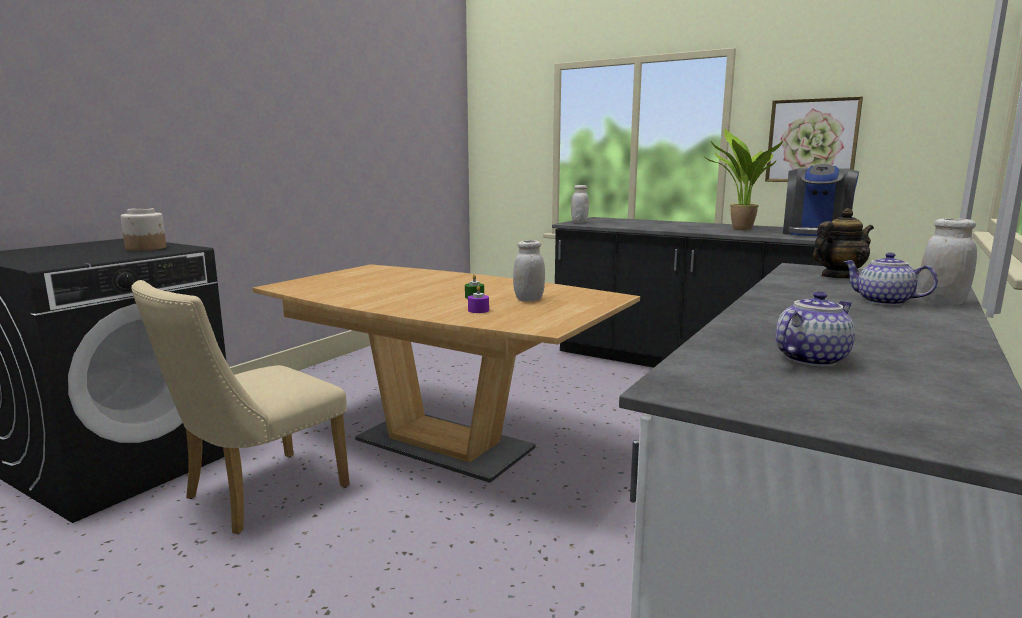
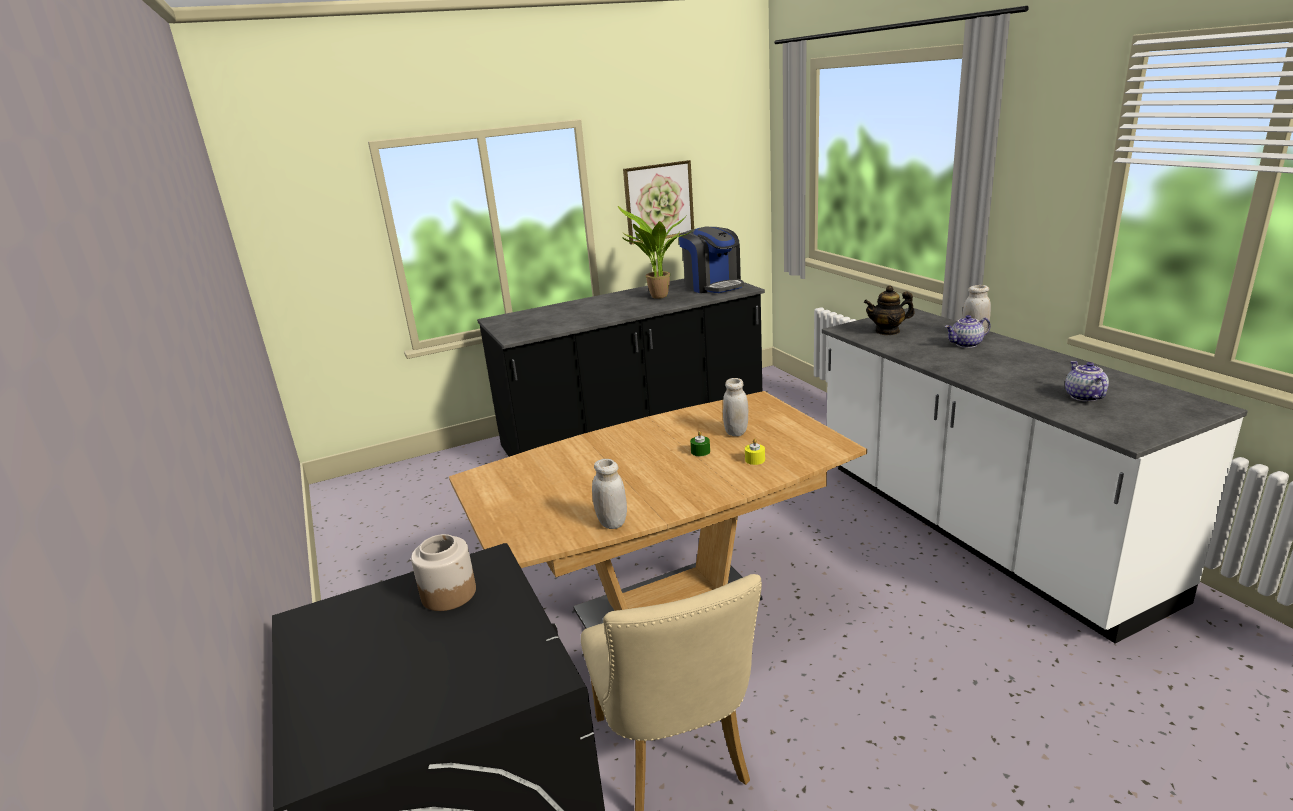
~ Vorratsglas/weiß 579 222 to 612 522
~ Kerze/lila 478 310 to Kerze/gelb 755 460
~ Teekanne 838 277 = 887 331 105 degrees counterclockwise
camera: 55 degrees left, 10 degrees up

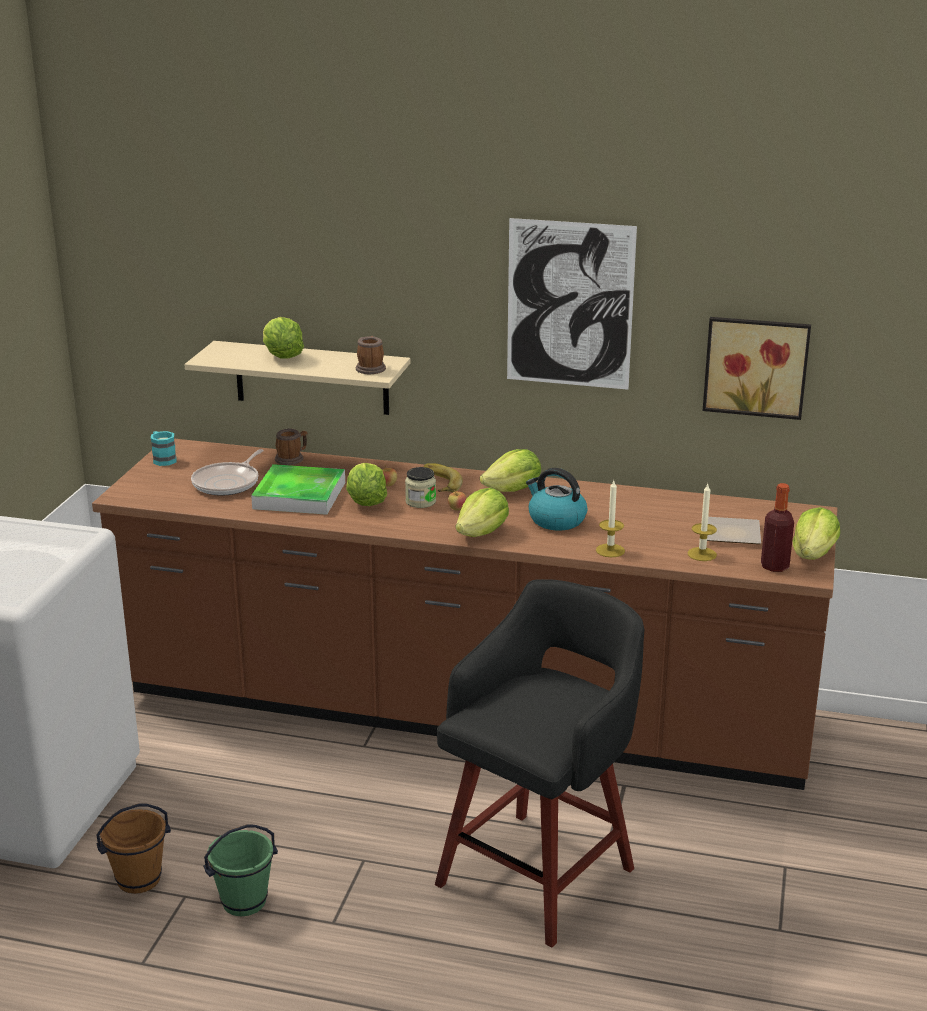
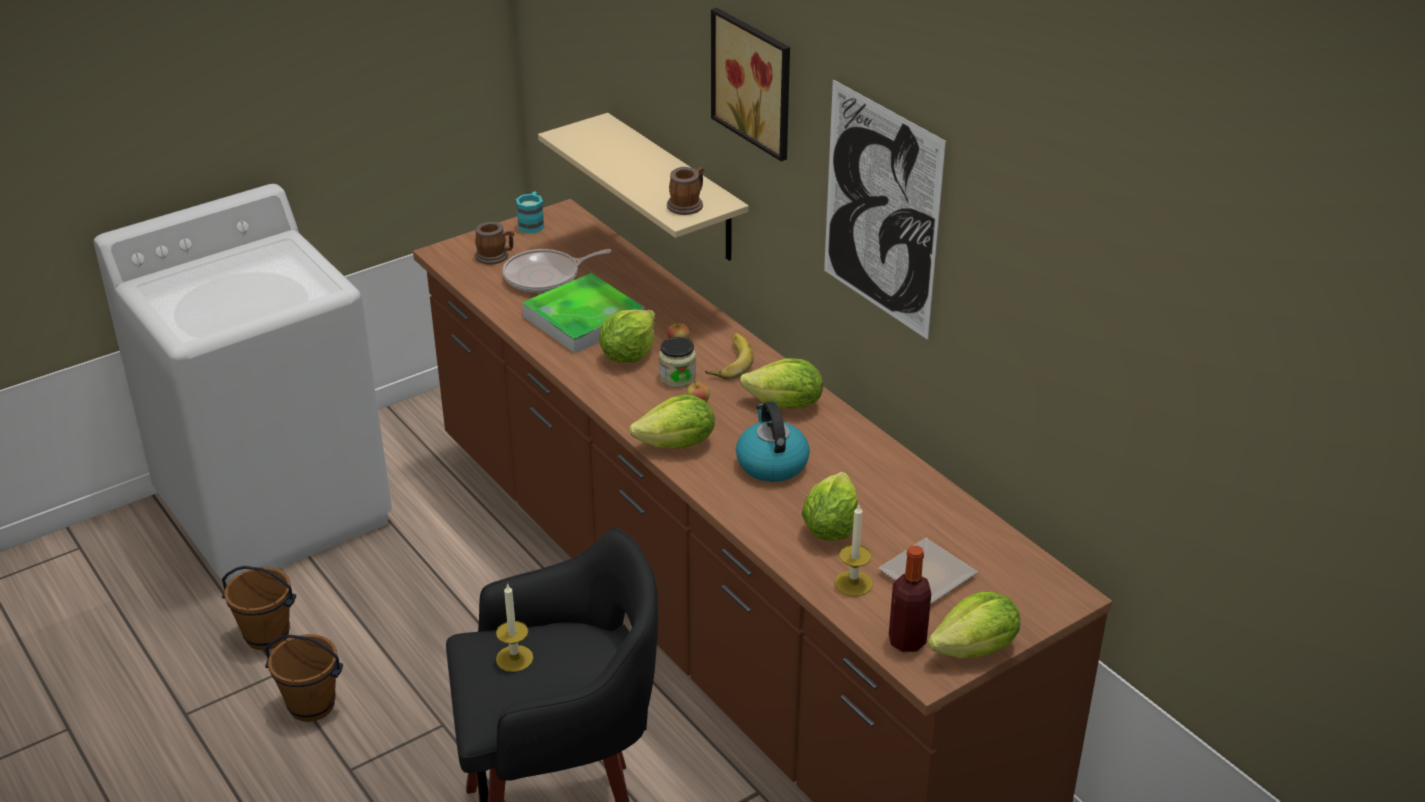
~ Salatkopf 282 356 to 830 527
~ Henkelbecher 292 459 to 495 256
~ Kerze 610 550 to 514 658
~ Bild 756 366 to 756 81
~ Eimer/grün 244 901 to Eimer/braun 312 705
camera: 40 degrees right, 10 degrees up

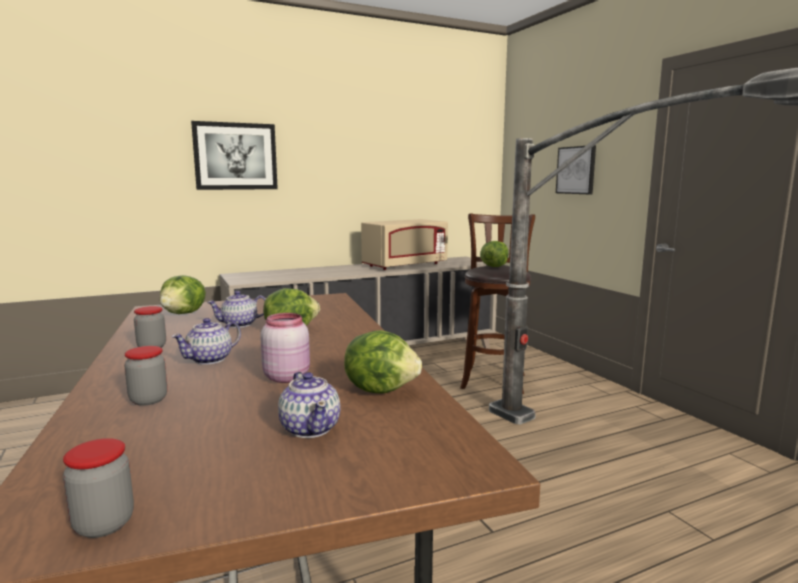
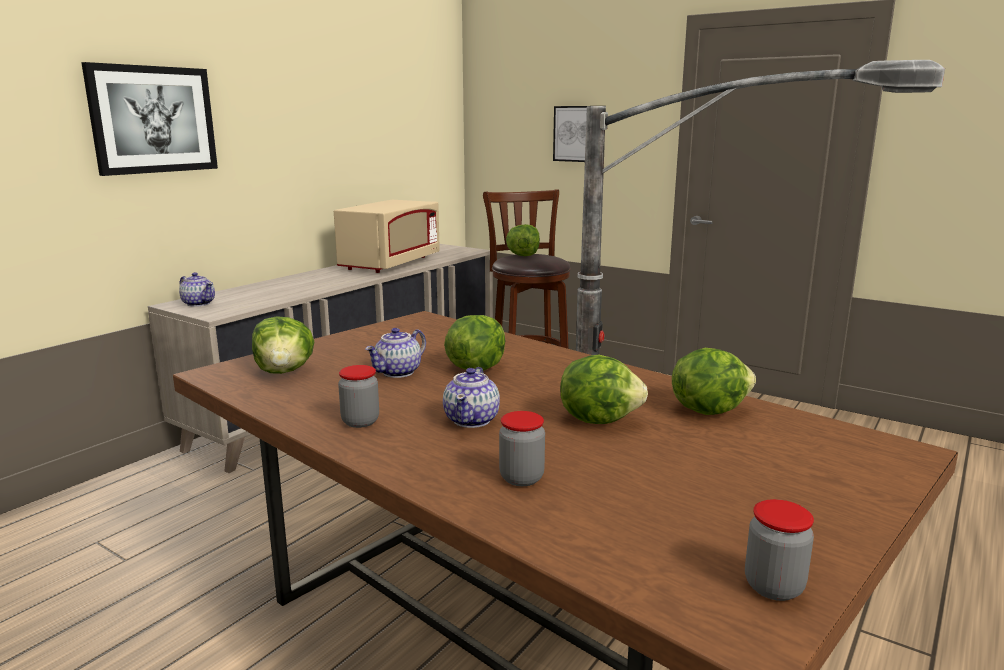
~ Teekanne 310 428 to 198 303
~ Vorratsglas/rosa 287 377 to Salatkopf 599 419
camera: 30 degrees left, 5 degrees up

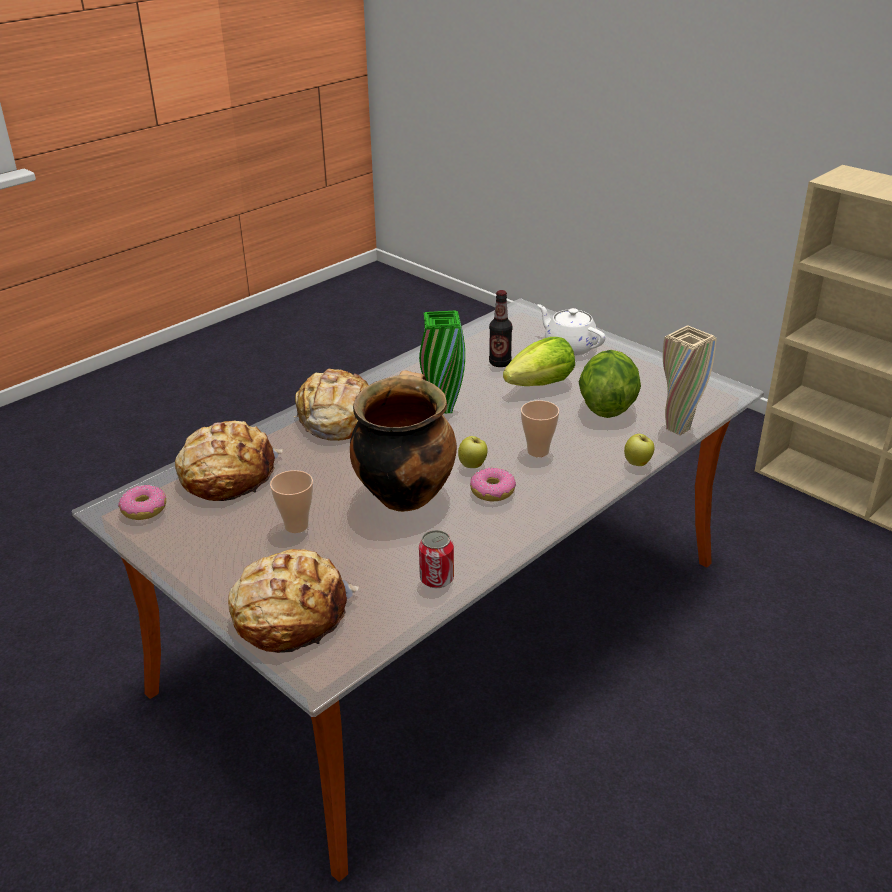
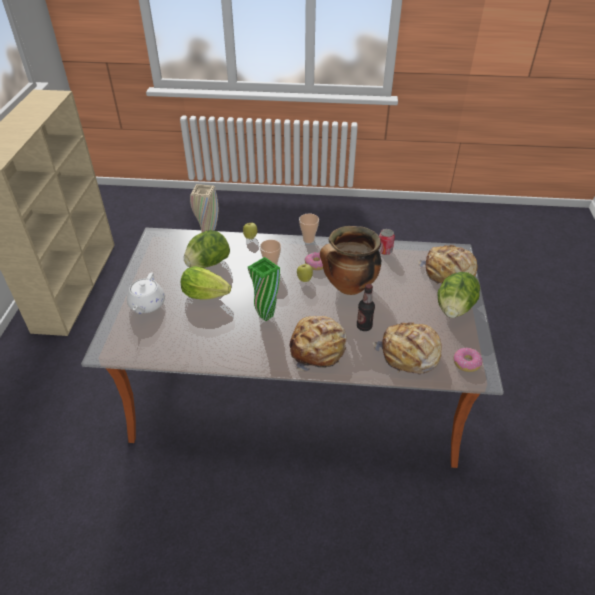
+ Salatkopf 454 309
~ Tasse 296 526 to 308 239
~ Flasche 500 363 to 364 326
camera: 130 degrees left, 10 degrees up

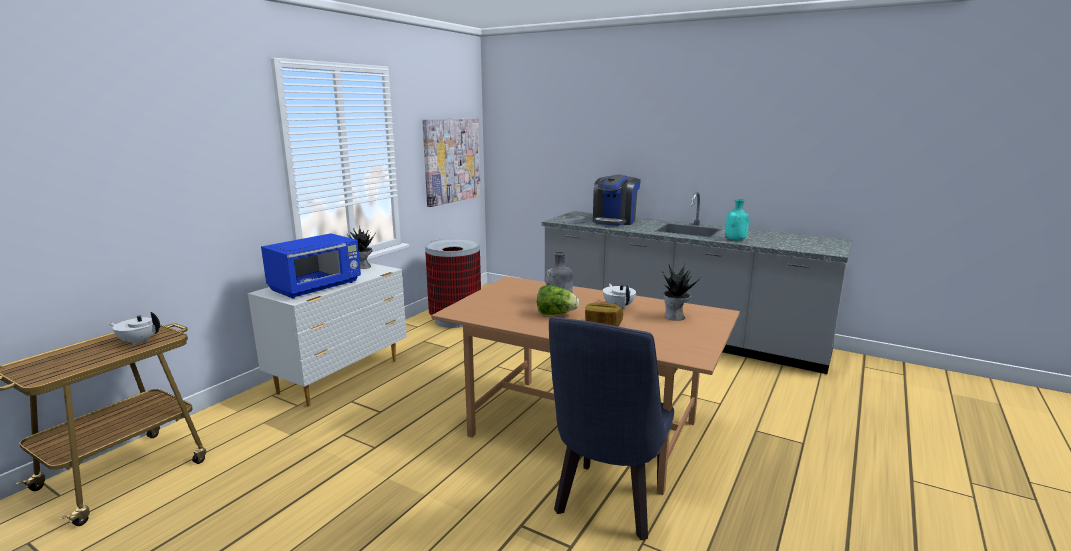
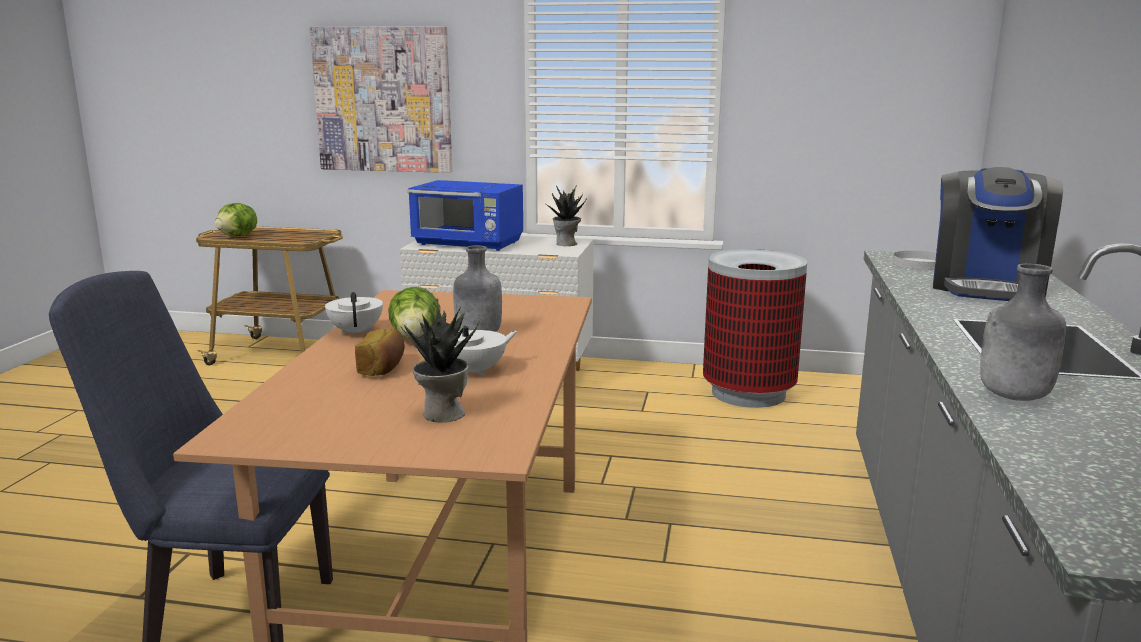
+ Salatkopf 238 236
~ Teekanne/weiß 138 341 to 356 332
~ Bild 451 160 to 383 100
~ Flasche/türkis 735 240 to Flasche/grau 1014 397
~ Kaffeemaschine 614 221 = 986 287 75 degrees counterclockwise
camera: 70 degrees right, 0 degrees up

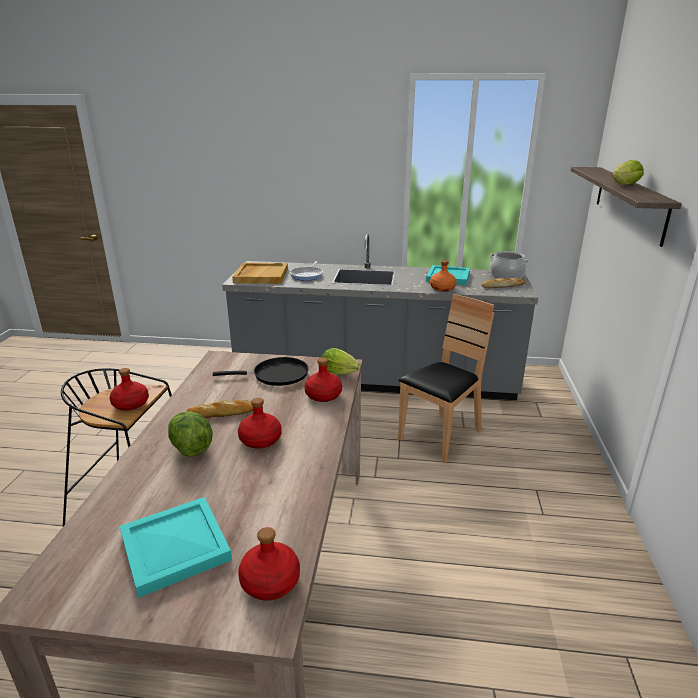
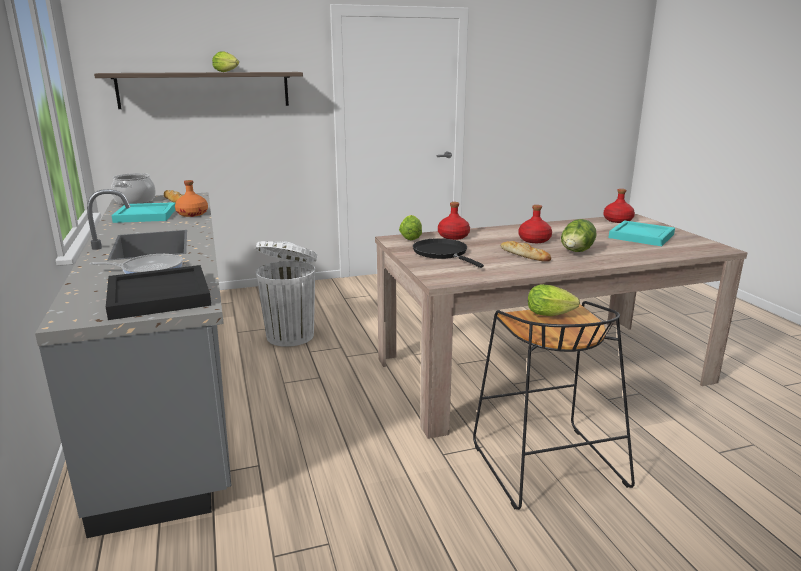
~ Flasche/rot 131 404 to Salatkopf 552 315
~ Stuhl/braun 440 436 to Mülleimer/weiß 291 335
~ Tablett/beige 261 275 to Tablett/schwarz 158 296
camera: 115 degrees left, 5 degrees down

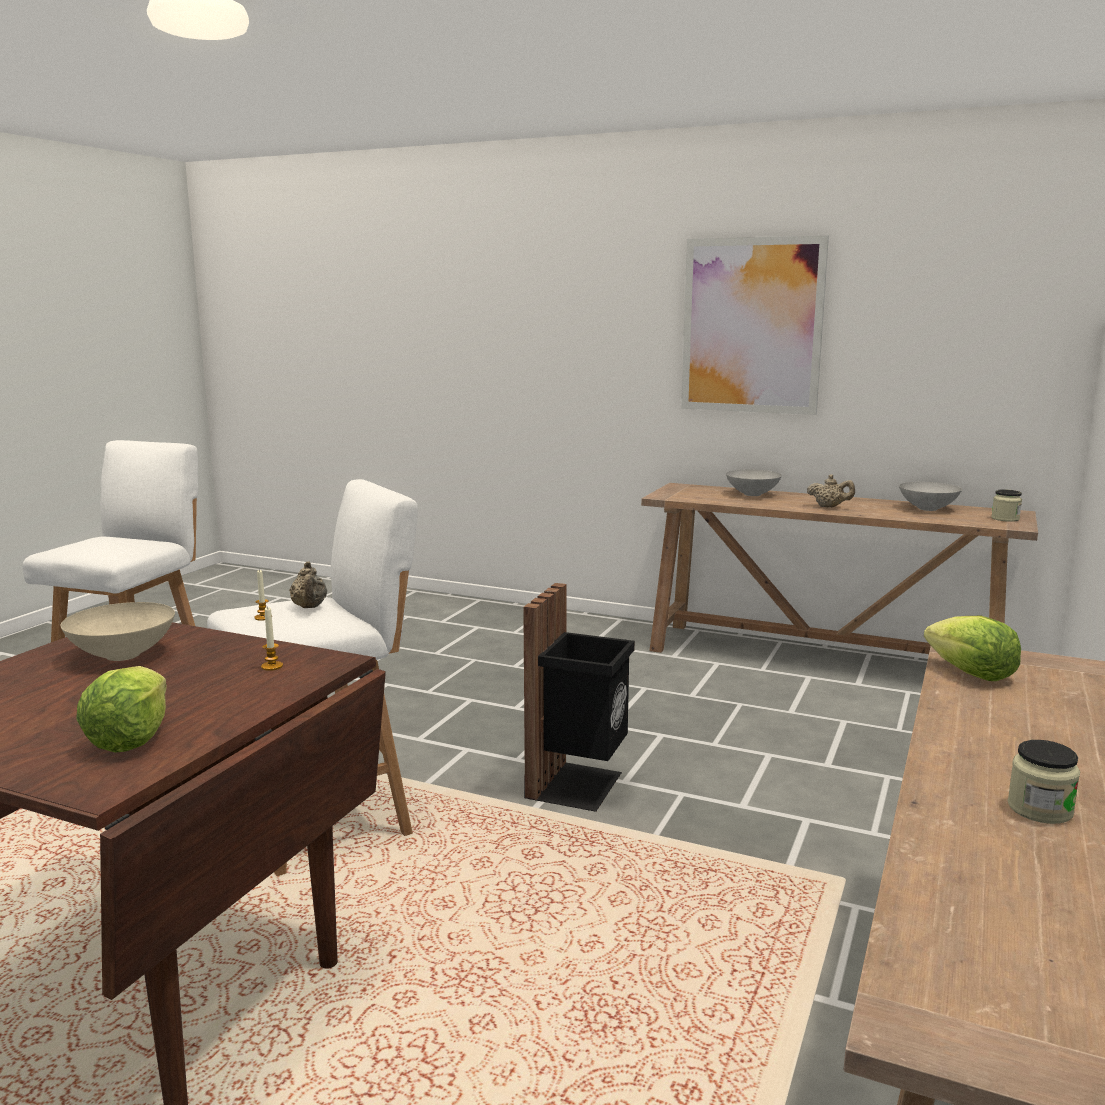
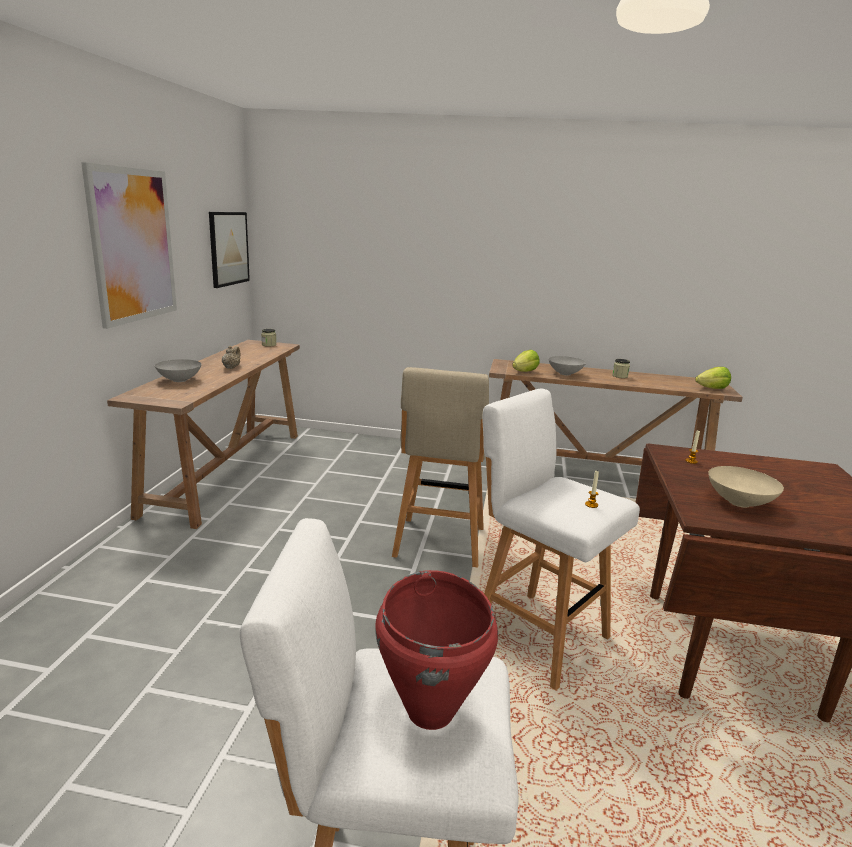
- Teekanne/beige 309 607
+ Bild 228 248
+ Kochtopf/rot 431 710
~ Salatkopf 131 738 to 712 388
~ Schüssel/grau 926 508 to 565 374
~ Mülleimer/schwarz 579 785 to Hocker/beige 439 544
camera: 105 degrees left, 5 degrees up

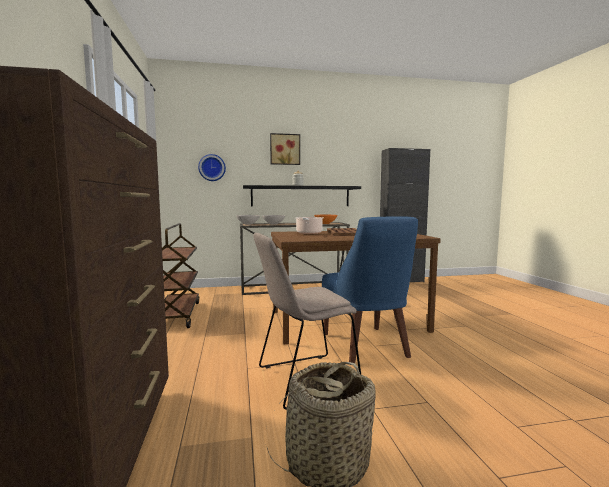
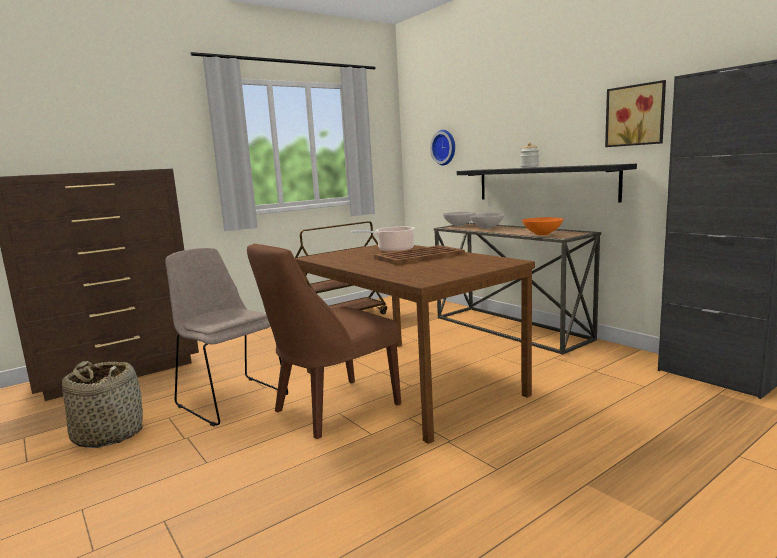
~ Bild 285 149 to 636 115
~ Stuhl/blau 366 346 to Stuhl/braun 331 409
camera: 65 degrees right, 5 degrees up

